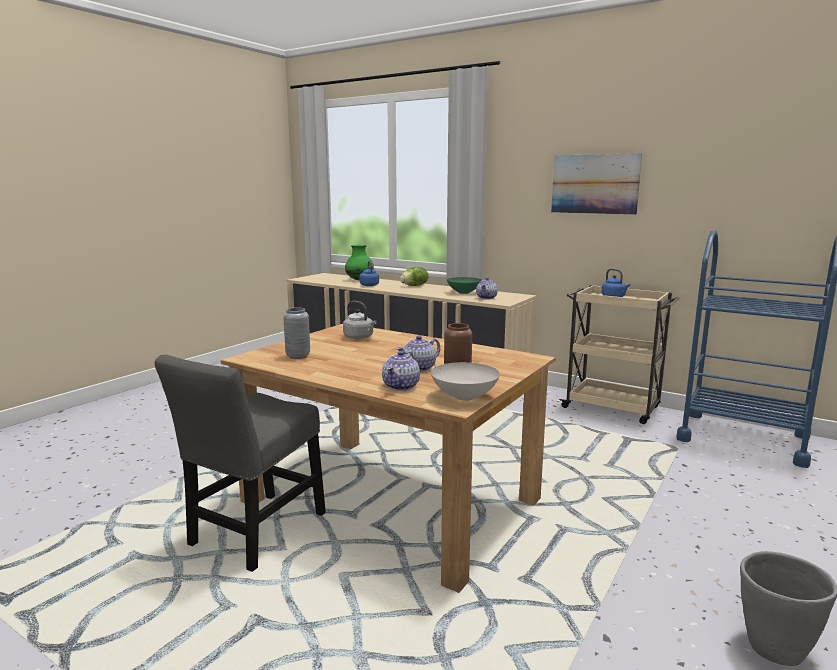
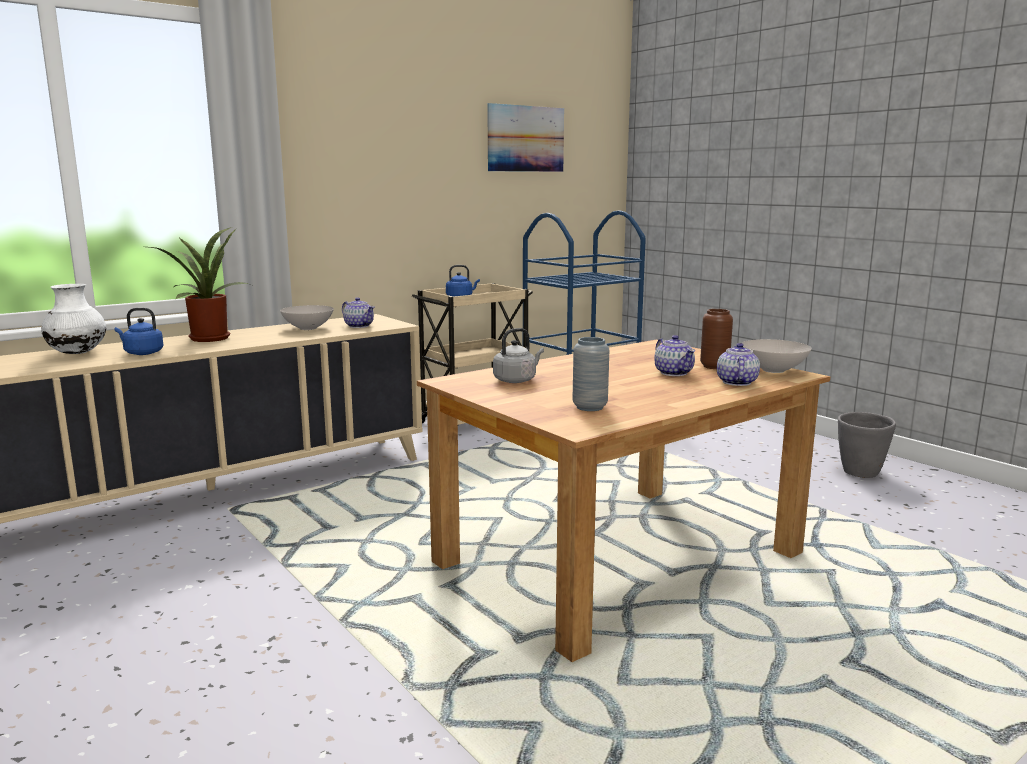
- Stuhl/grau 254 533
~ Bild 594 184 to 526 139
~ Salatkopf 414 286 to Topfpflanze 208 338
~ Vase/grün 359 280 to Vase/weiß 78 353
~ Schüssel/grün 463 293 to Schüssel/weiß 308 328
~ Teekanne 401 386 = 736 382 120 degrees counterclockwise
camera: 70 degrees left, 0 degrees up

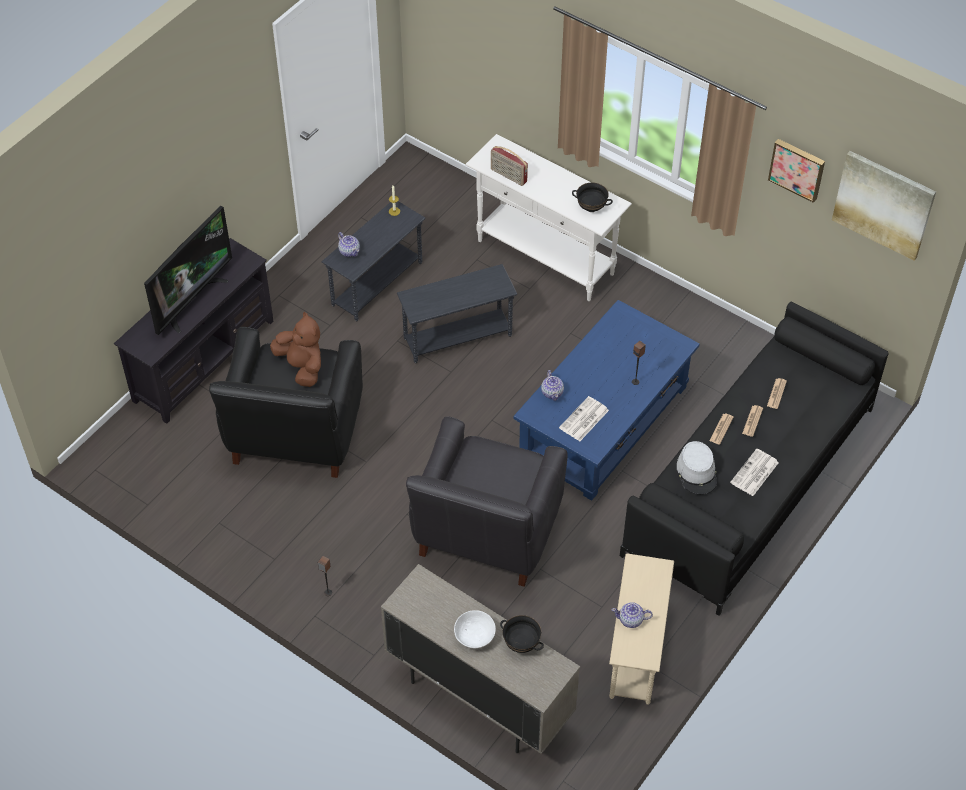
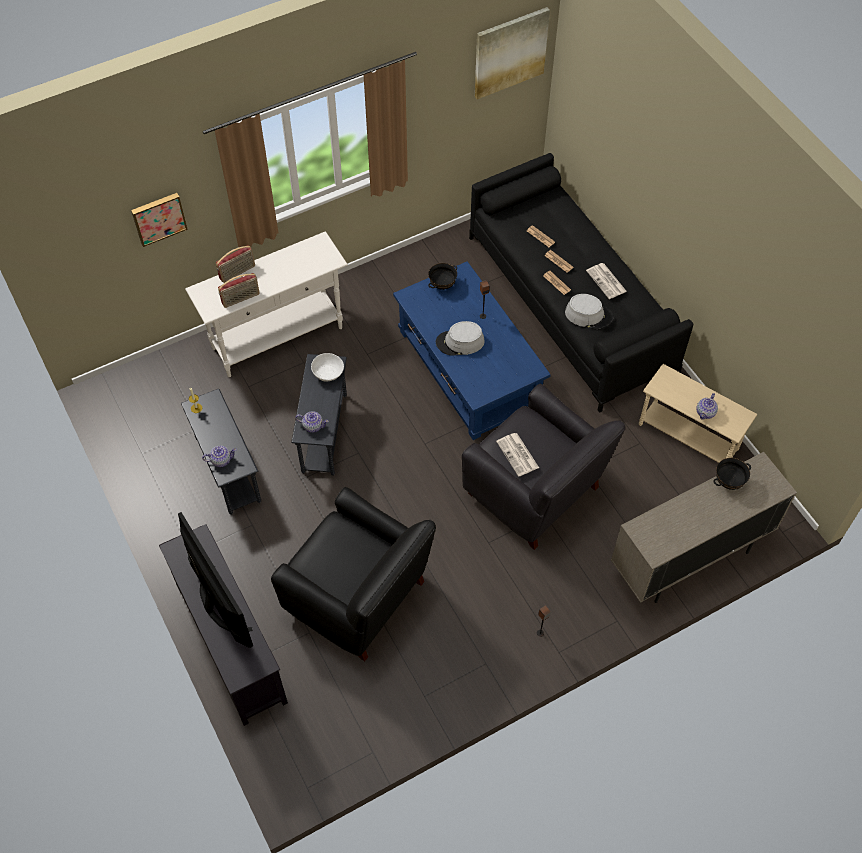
- Plüschtier/braun 302 367
+ Radio 237 272
+ Hut/grau 460 342
~ Schüssel/weiß 475 636 to 328 373
~ Teekanne 552 392 to 312 426
~ Zeitung 584 420 to 518 455
~ Schüssel/schwarz 591 208 to 442 285
~ Bild 797 169 to 158 218
camera: 65 degrees left, 5 degrees up

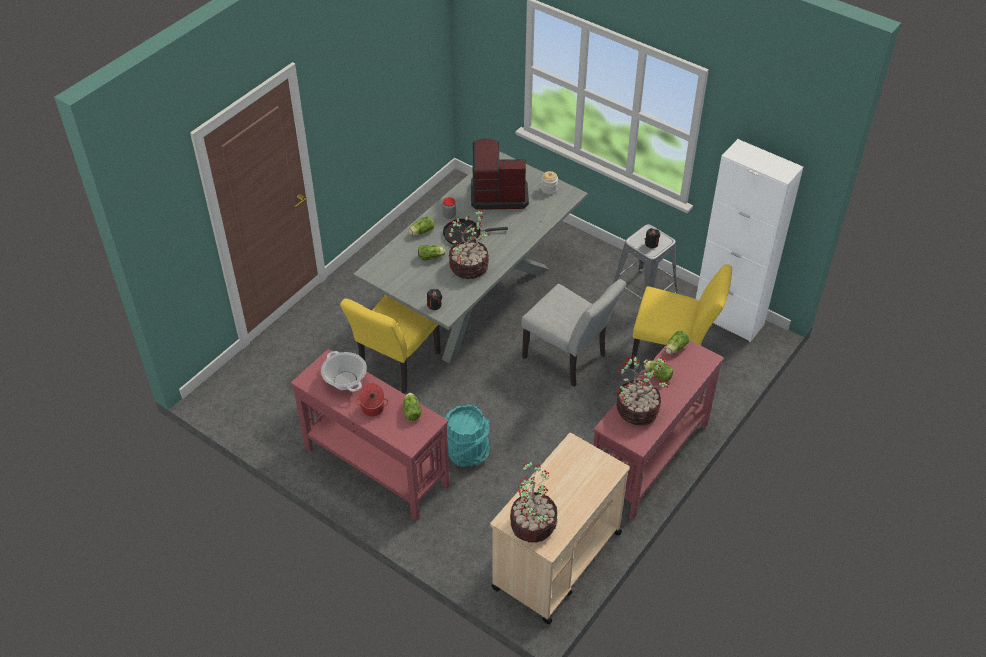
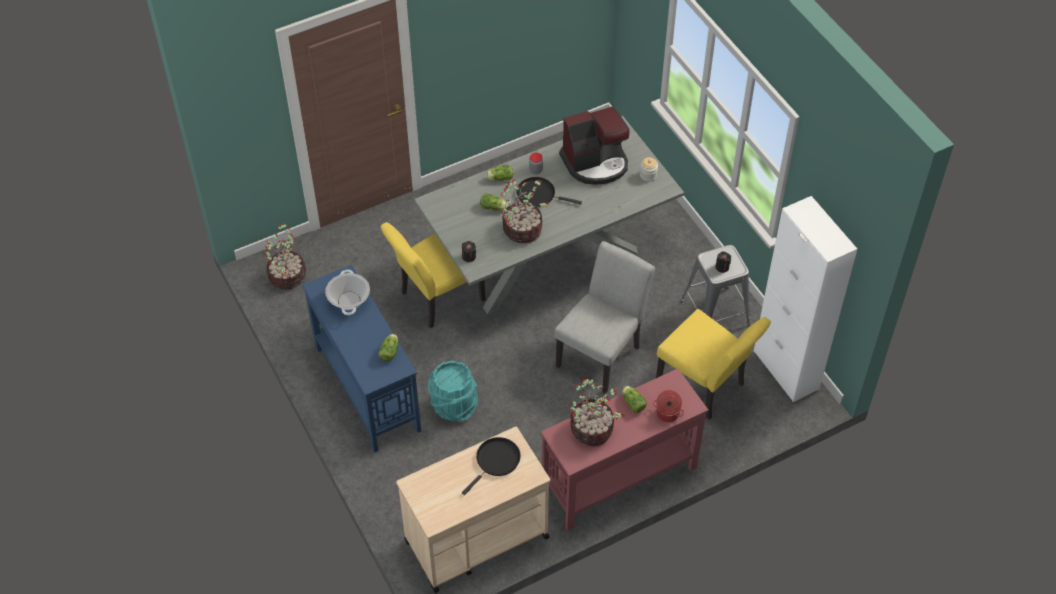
- Salatkopf 675 348
+ Pfanne/schwarz 496 461
~ Kochtopf 372 408 to 667 414
~ Topfpflanze 532 524 to 288 276
~ Konsolentisch/rot 376 466 to Konsolentisch/blau 367 387
~ Kaffeemaschine 498 193 = 595 163 135 degrees clockwise
~ Stuhl/grau 569 359 = 602 352 120 degrees counterclockwise
camera: 25 degrees right, 5 degrees up

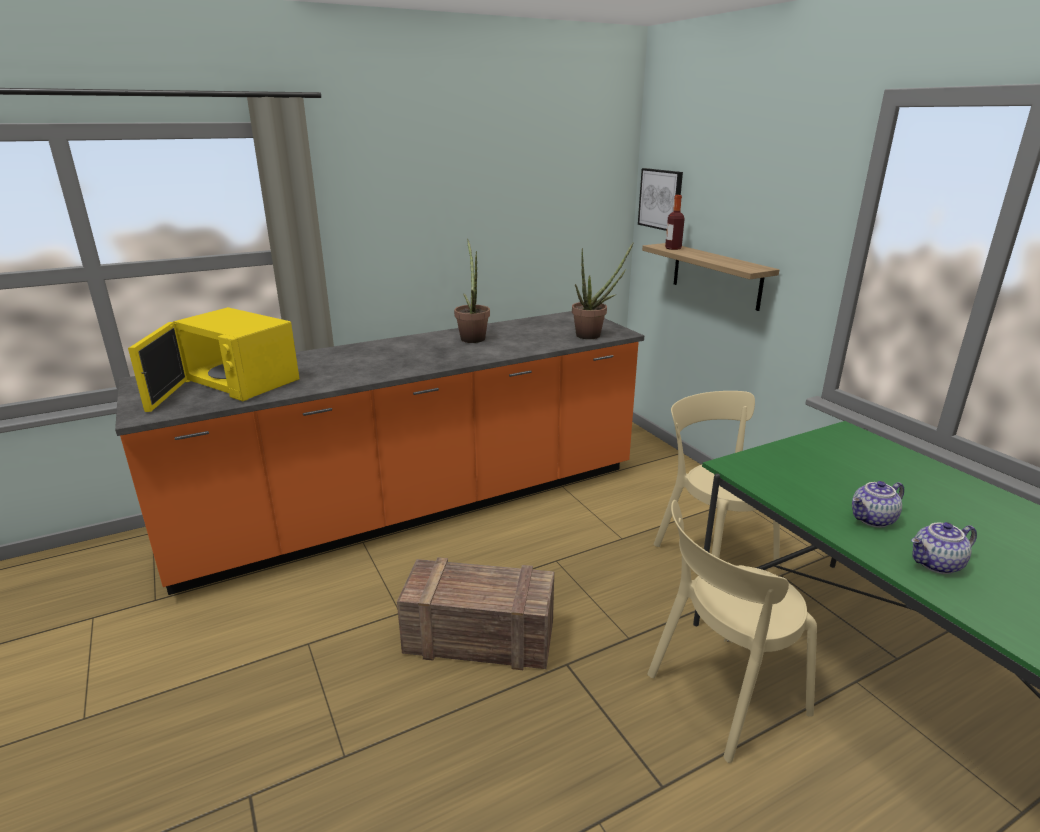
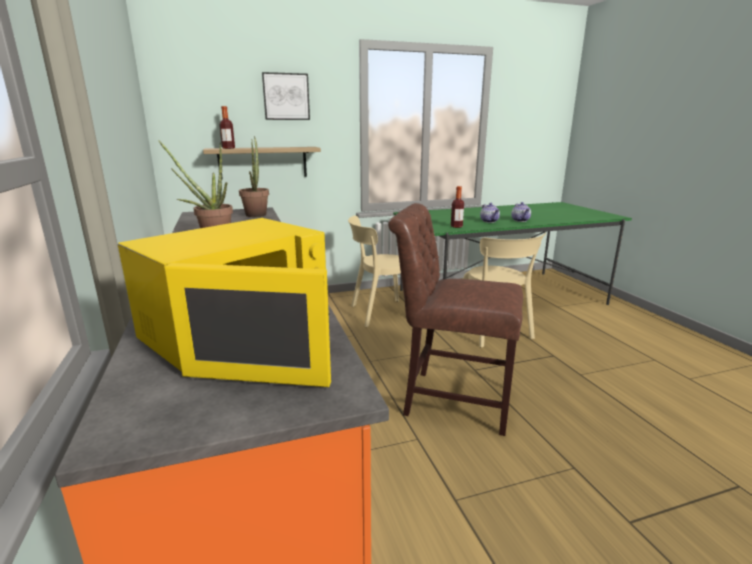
+ Flasche 456 226
~ Bild 661 199 to 286 96
~ Kiste 482 638 to Stuhl/braun 451 399
camera: 80 degrees left, 5 degrees down

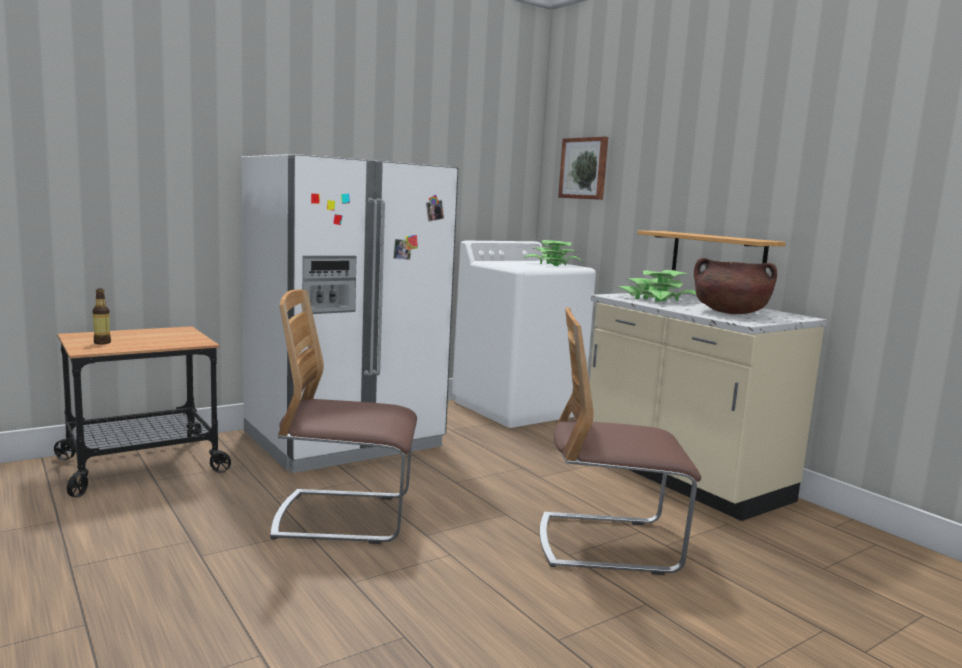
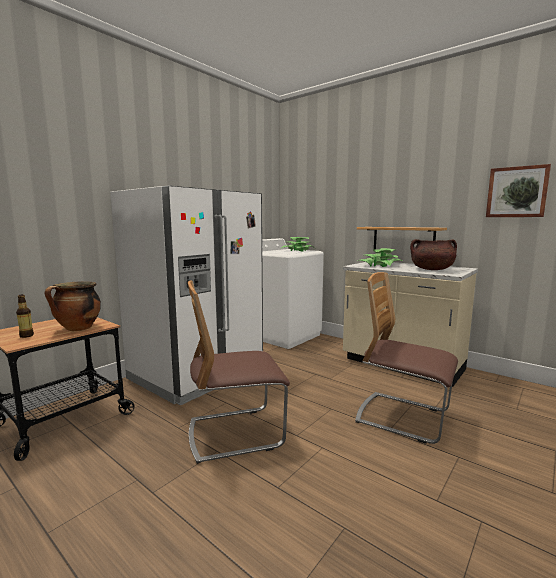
+ Kochtopf 78 329
~ Bild 584 168 to 517 192
~ Stuhl 608 544 = 402 417 45 degrees clockwise
camera: 15 degrees left, 0 degrees up

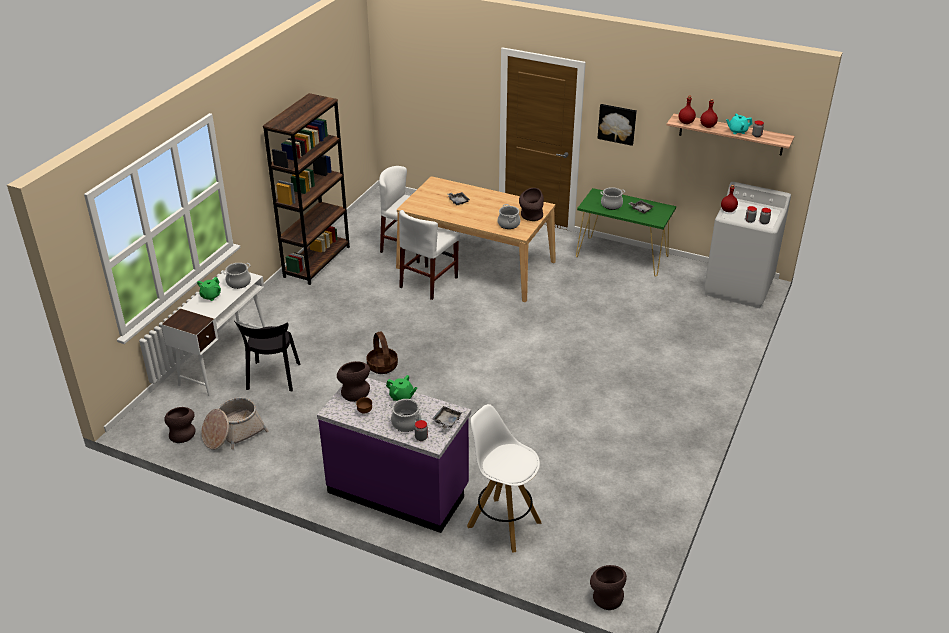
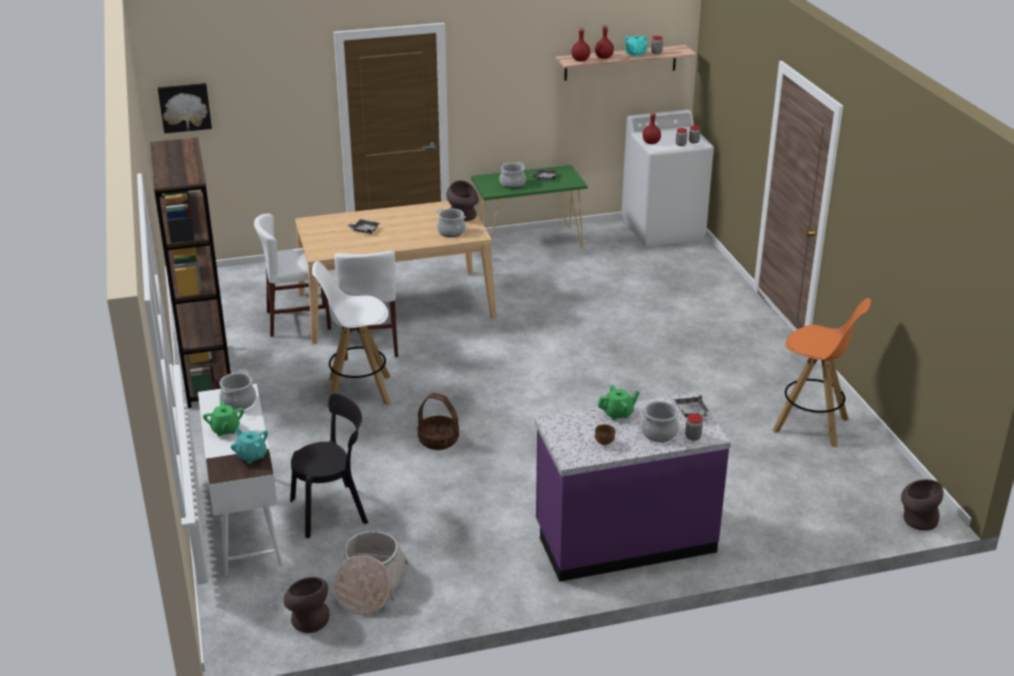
- Vase/braun 354 391
+ Teekanne/türkis 251 456
+ Hocker/orange 811 425
~ Hocker/weiß 503 523 to 358 391
~ Bild 617 124 to 184 107
~ Stuhl/schwarz 273 378 = 333 510 75 degrees counterclockwise
camera: 40 degrees left, 5 degrees down

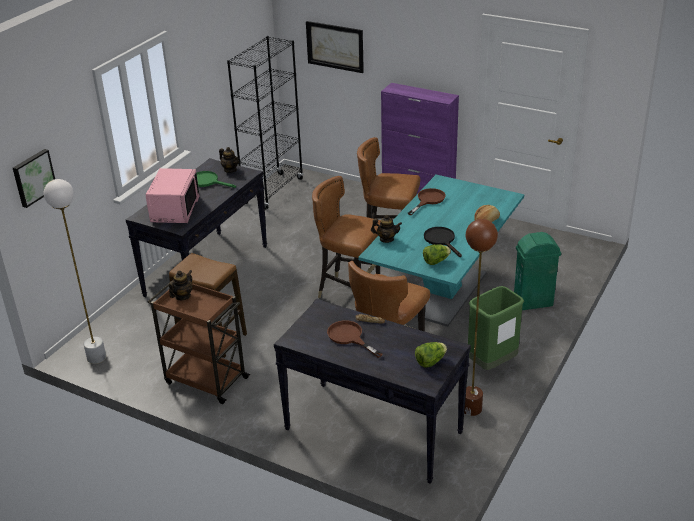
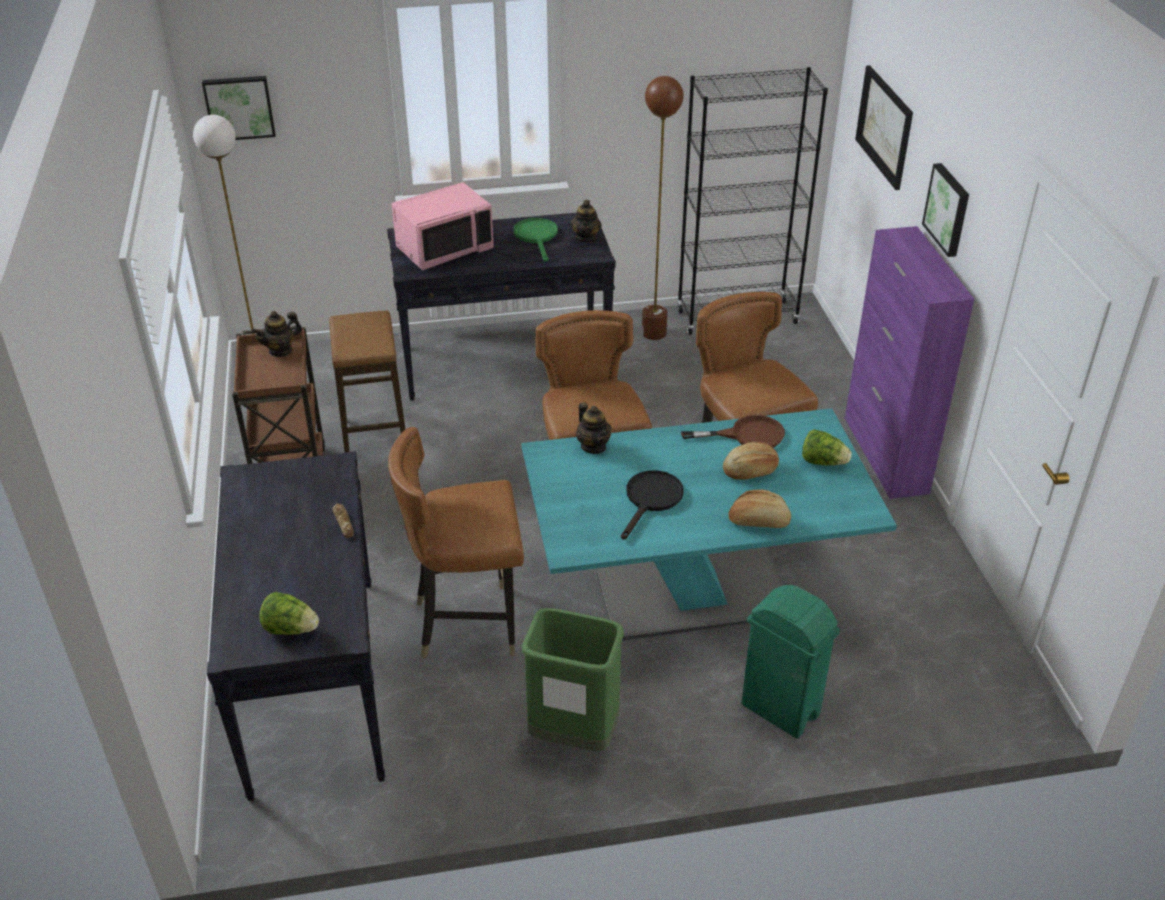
- Pfanne/braun 349 337
+ Brot 750 471
+ Bild 948 209
~ Salatkopf 436 261 to 823 462
~ Stehlampe/braun 471 408 to 654 333
~ Teekanne 182 296 = 280 350 150 degrees clockwise
camera: 50 degrees right, 5 degrees up

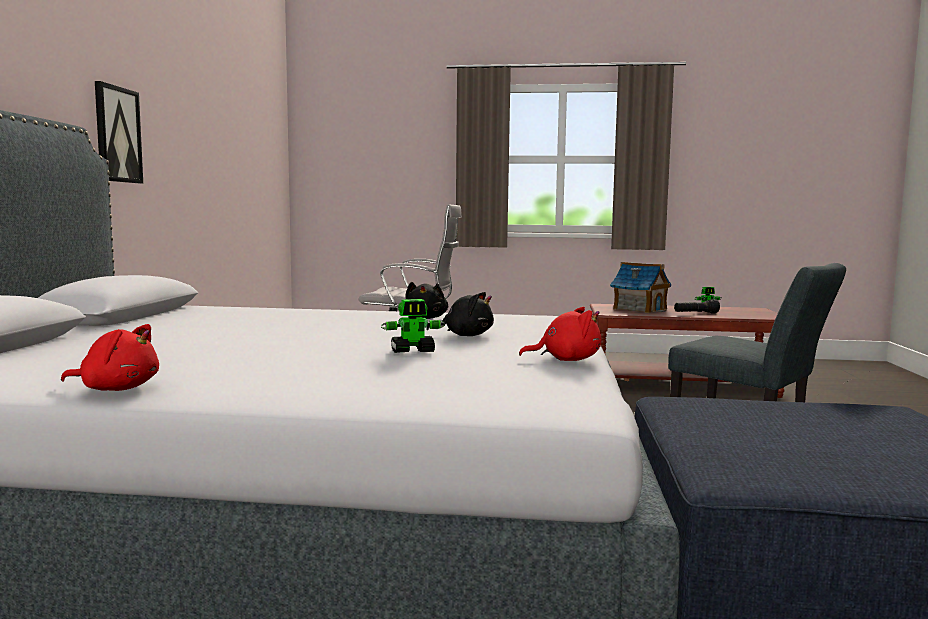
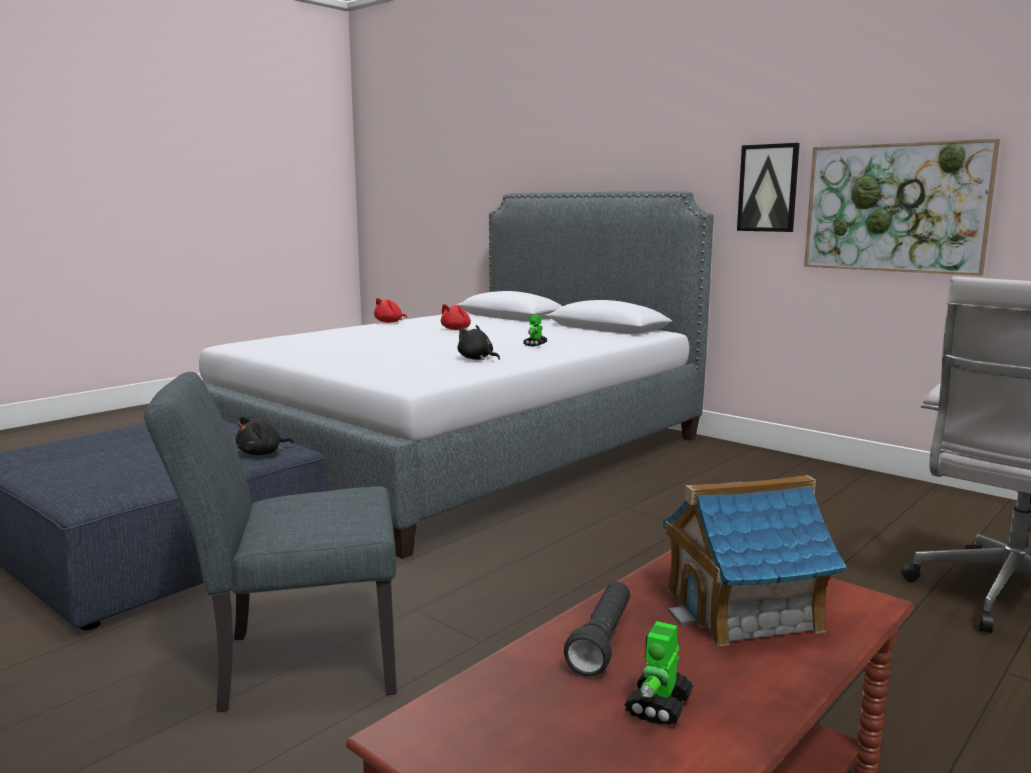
+ Bild 895 208
~ Spielzeugroboter 413 351 to 535 344
~ Plüschtier/schwarz 465 335 to 262 453
~ Plüschtier/rot 566 360 to 457 329
camera: 125 degrees right, 5 degrees up

